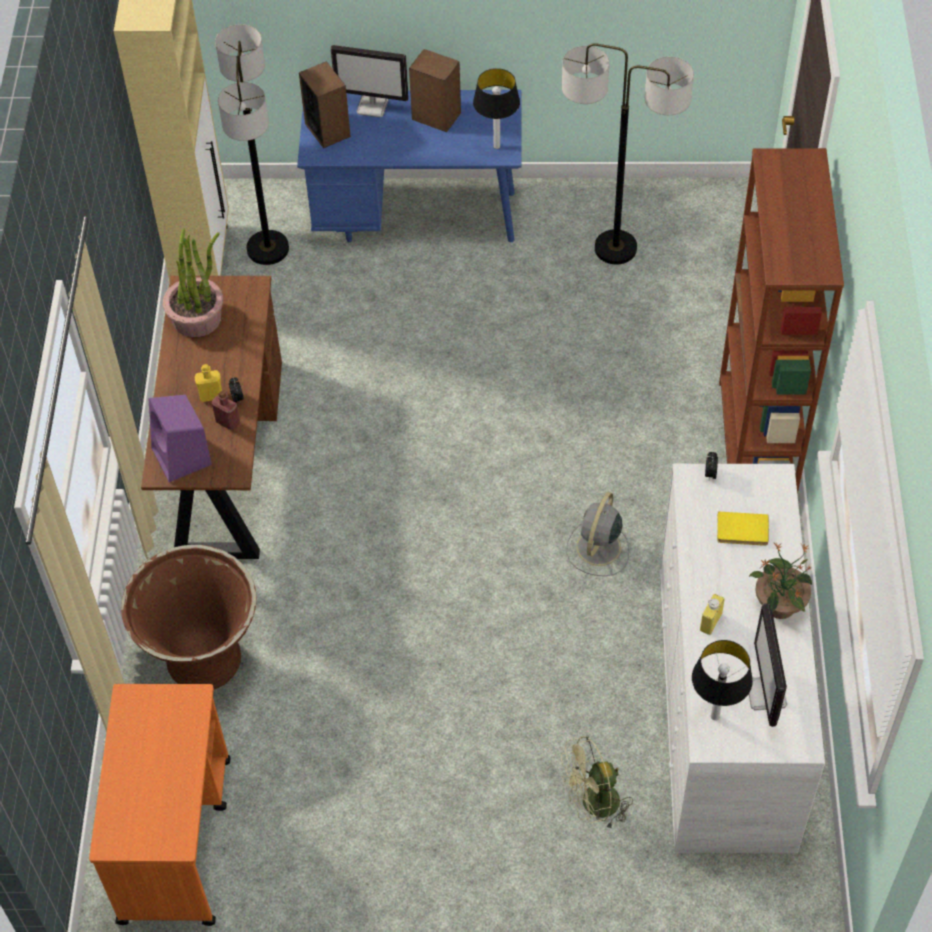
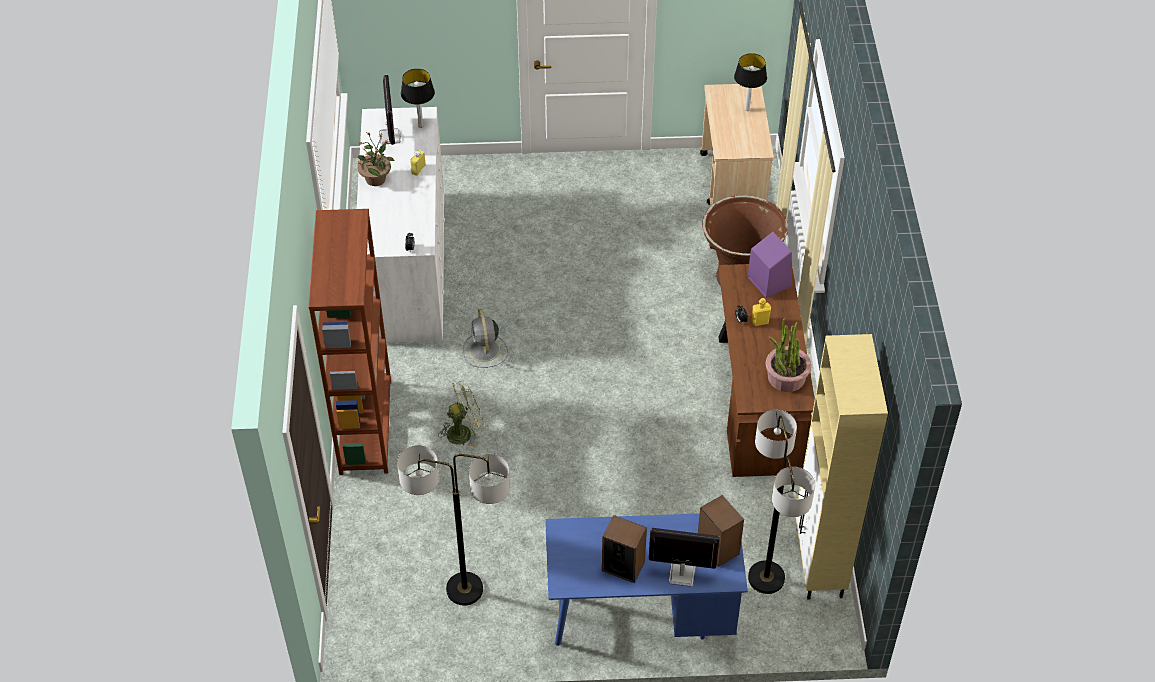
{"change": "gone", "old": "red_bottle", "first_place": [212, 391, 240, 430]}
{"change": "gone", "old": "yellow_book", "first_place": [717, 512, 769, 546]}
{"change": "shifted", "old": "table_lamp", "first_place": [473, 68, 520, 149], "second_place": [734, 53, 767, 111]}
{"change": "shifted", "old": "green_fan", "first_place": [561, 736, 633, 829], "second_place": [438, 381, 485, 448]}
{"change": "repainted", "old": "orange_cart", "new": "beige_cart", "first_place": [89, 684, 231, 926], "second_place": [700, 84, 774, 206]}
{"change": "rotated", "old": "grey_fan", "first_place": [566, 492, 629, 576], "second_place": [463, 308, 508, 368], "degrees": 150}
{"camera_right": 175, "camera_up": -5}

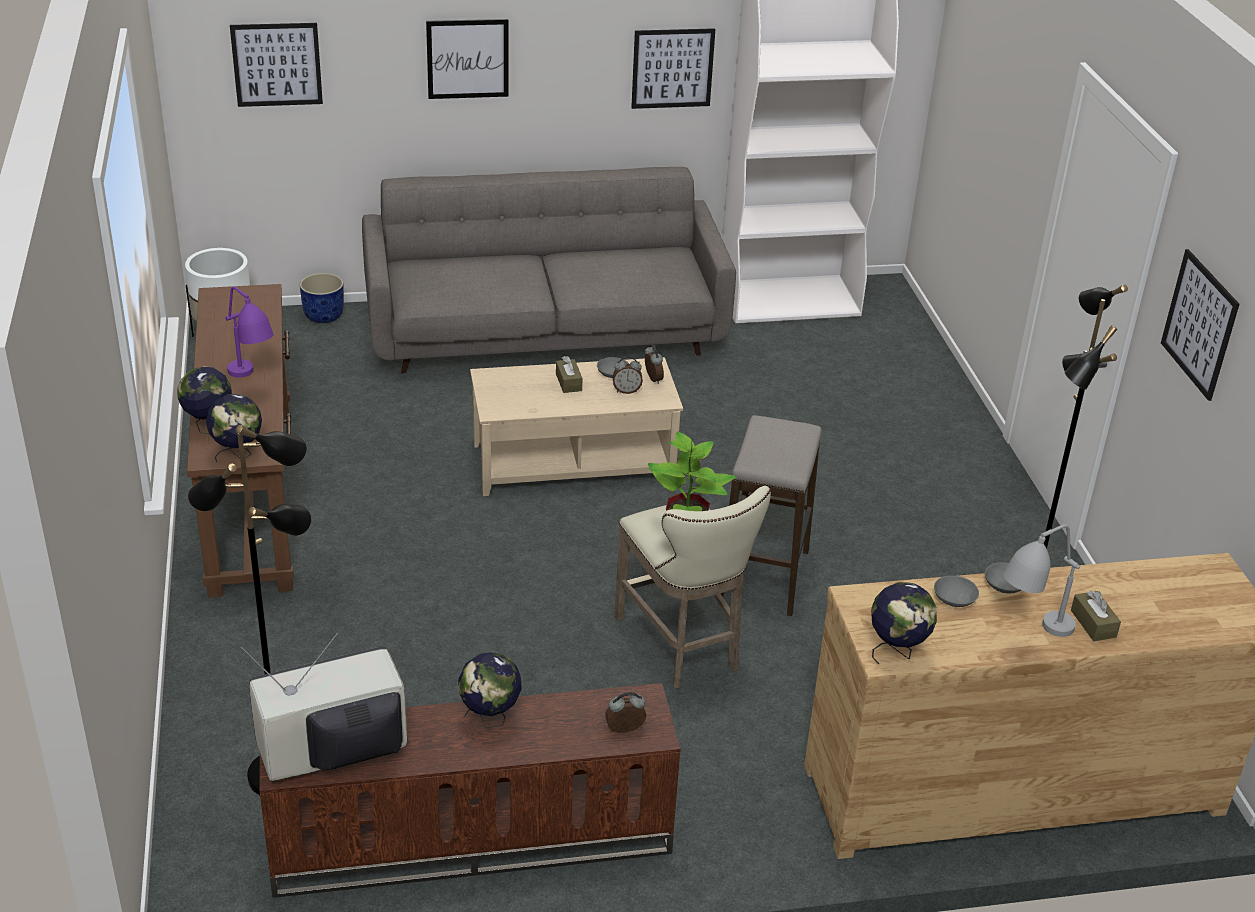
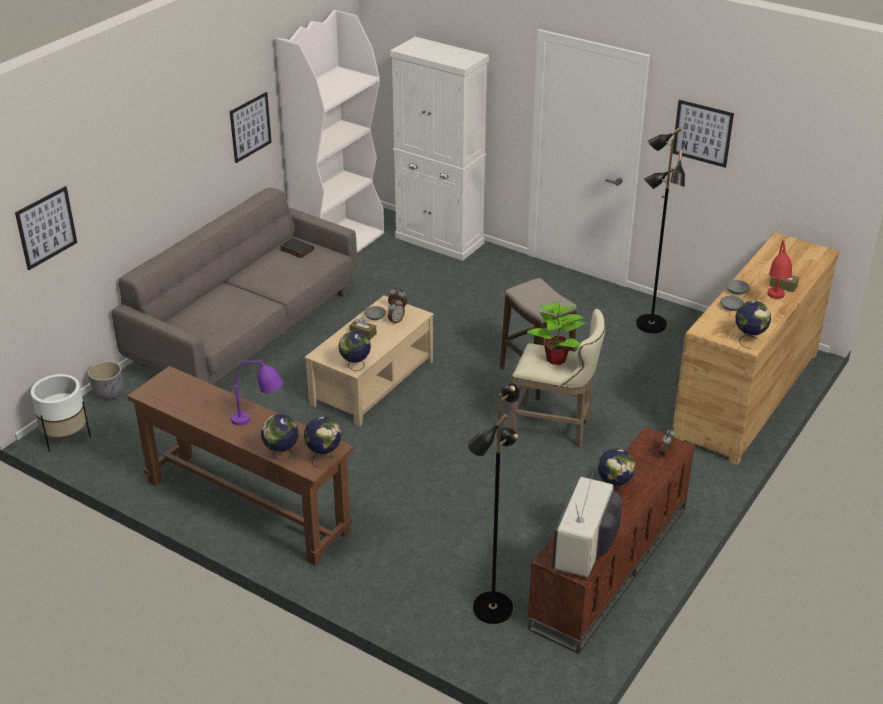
{"change": "gone", "old": "picture", "first_place": [426, 19, 508, 99]}
{"change": "new", "new": "black_book", "second_place": [280, 238, 314, 258]}
{"change": "new", "new": "globe", "second_place": [338, 330, 371, 371]}
{"change": "new", "new": "white_cabinet", "second_place": [390, 37, 489, 261]}
{"change": "repainted", "old": "blue_planter", "new": "grey_planter", "first_place": [300, 273, 344, 323], "second_place": [88, 361, 123, 400]}
{"change": "repainted", "old": "grey_table_lamp", "new": "red_table_lamp", "first_place": [1003, 524, 1080, 637], "second_place": [767, 240, 792, 299]}
{"camera_right": -45, "camera_up": 0}

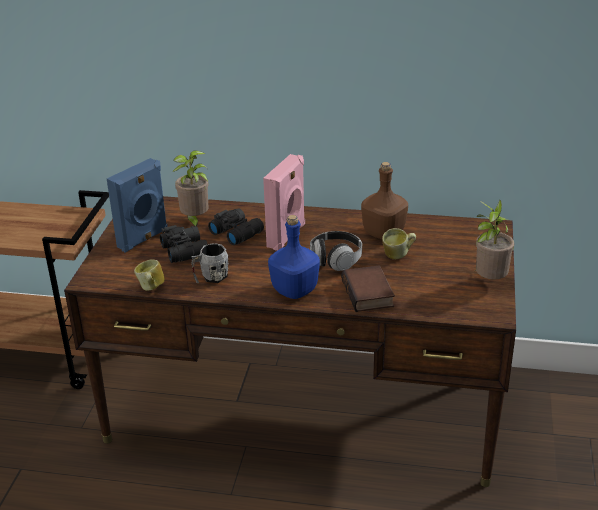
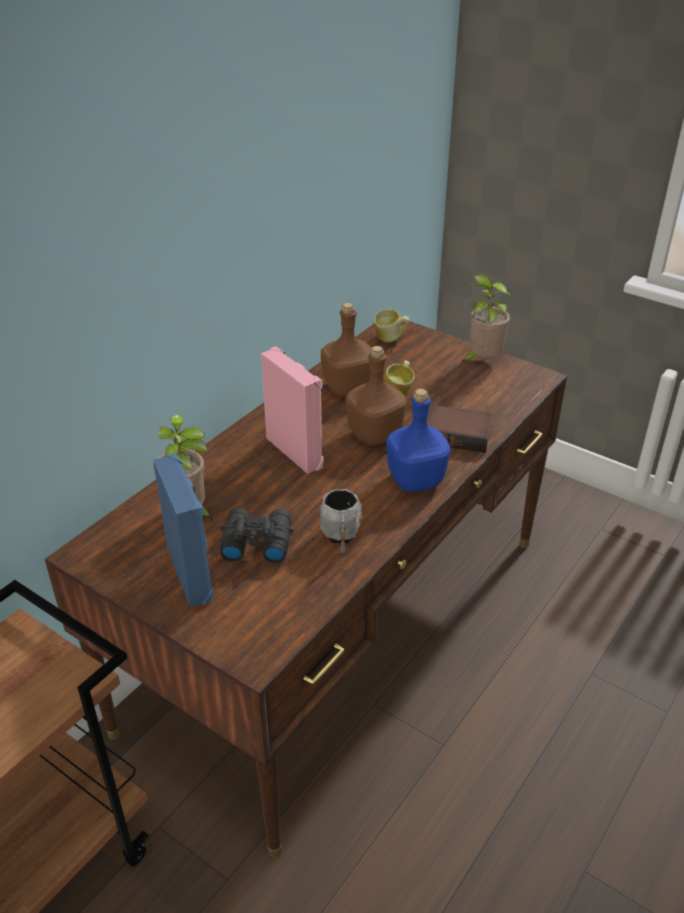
{"change": "gone", "old": "black_binoculars", "first_place": [208, 208, 264, 245]}
{"change": "shifted", "old": "mug", "first_place": [134, 259, 165, 291], "second_place": [373, 309, 410, 342]}
{"change": "swapped", "old": "headphones", "new": "brown_bottle", "first_place": [310, 231, 362, 271], "second_place": [346, 346, 407, 445]}
{"camera_right": -65, "camera_up": 5}

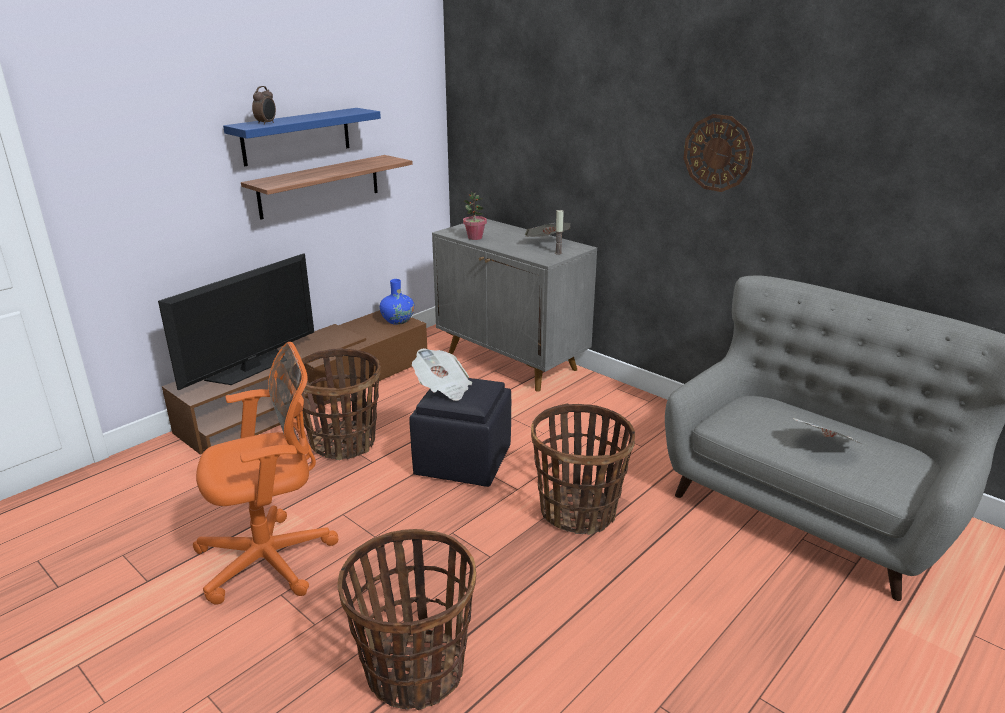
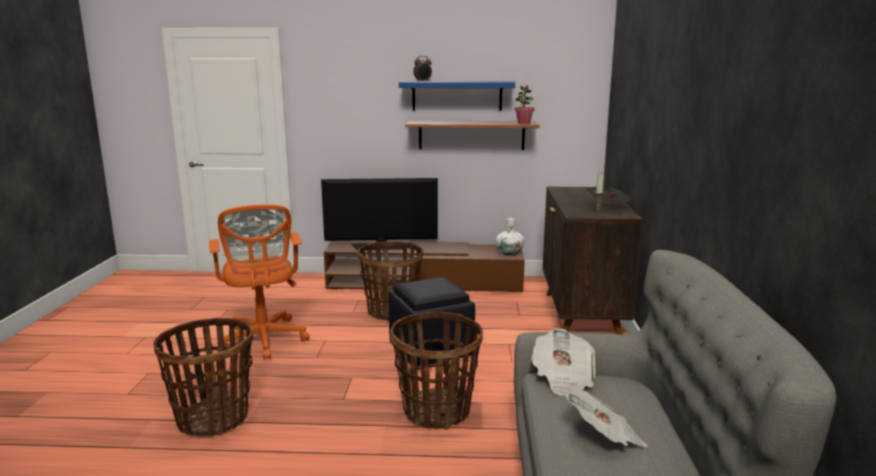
{"change": "gone", "old": "wall_clock", "first_place": [683, 114, 754, 192]}
{"change": "shifted", "old": "newspaper", "first_place": [412, 348, 472, 401], "second_place": [531, 328, 595, 396]}
{"change": "shifted", "old": "potted_plant", "first_place": [463, 192, 487, 240], "second_place": [515, 85, 534, 124]}
{"change": "repainted", "old": "blue_vase", "new": "white_vase", "first_place": [380, 279, 414, 325], "second_place": [496, 218, 525, 255]}
{"change": "repainted", "old": "grey_cabinet", "new": "brown_cabinet", "first_place": [432, 219, 597, 392], "second_place": [543, 187, 643, 335]}
{"change": "rotated", "old": "orange_office_chair", "first_place": [193, 342, 339, 605], "second_place": [209, 204, 310, 360], "degrees": 45}
{"camera_right": 50, "camera_up": -10}

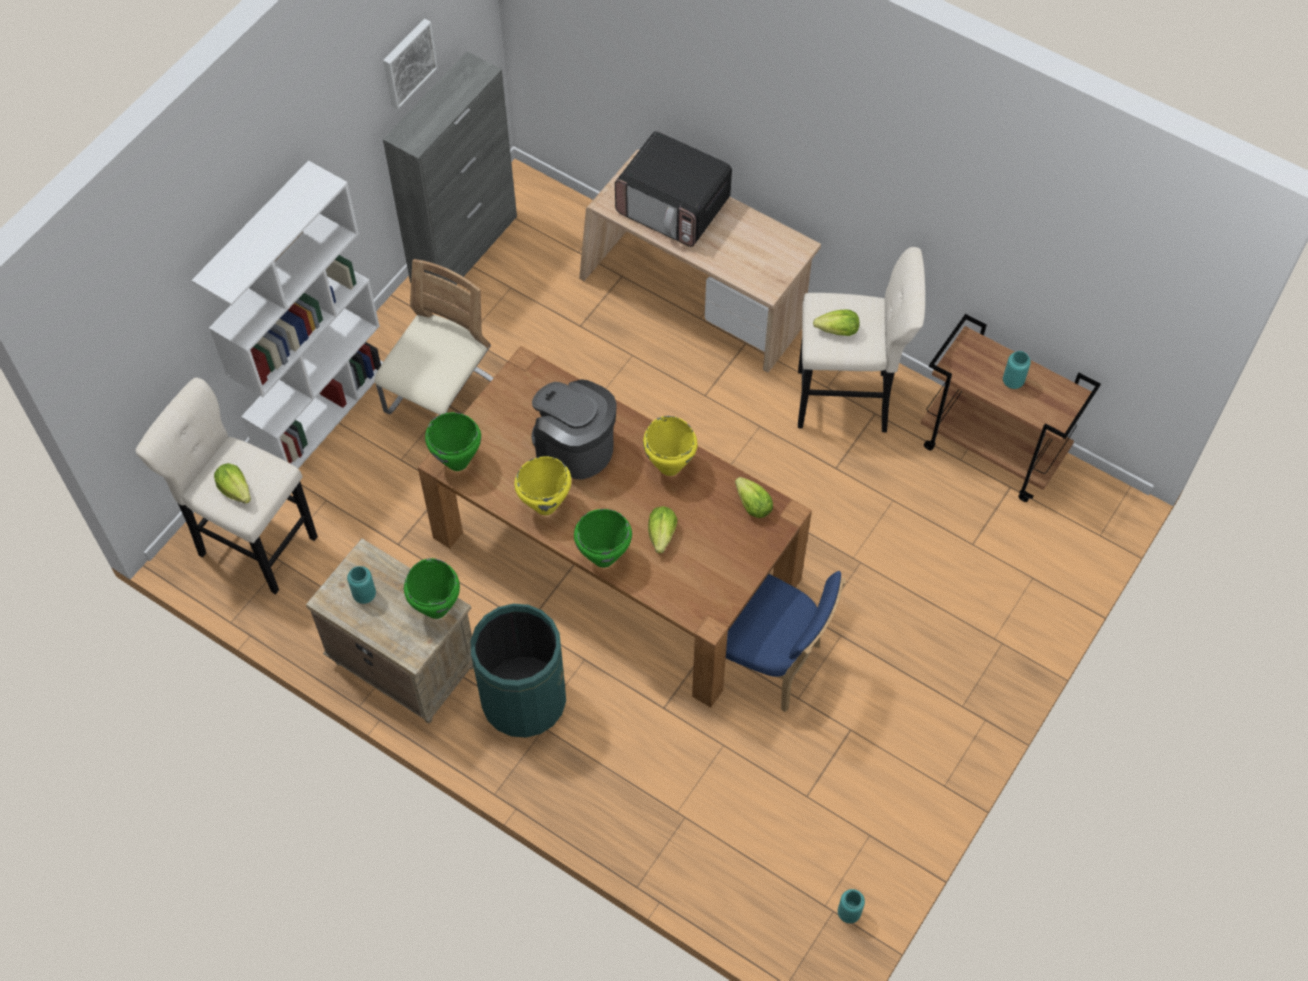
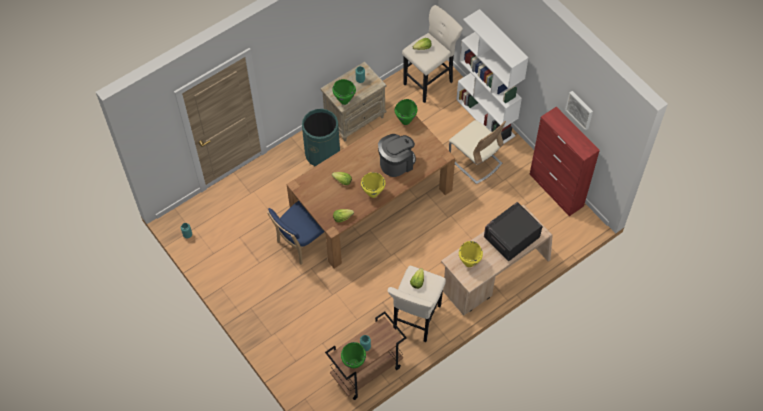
{"change": "shifted", "old": "yellow_cooking_pot", "first_place": [514, 456, 571, 515], "second_place": [459, 241, 483, 267]}
{"change": "shifted", "old": "green_cooking_pot", "first_place": [574, 509, 632, 568], "second_place": [341, 342, 366, 368]}
{"change": "repainted", "old": "grey_cabinet", "new": "red_cabinet", "first_place": [383, 52, 517, 299], "second_place": [529, 107, 600, 216]}
{"camera_right": 110, "camera_up": 0}

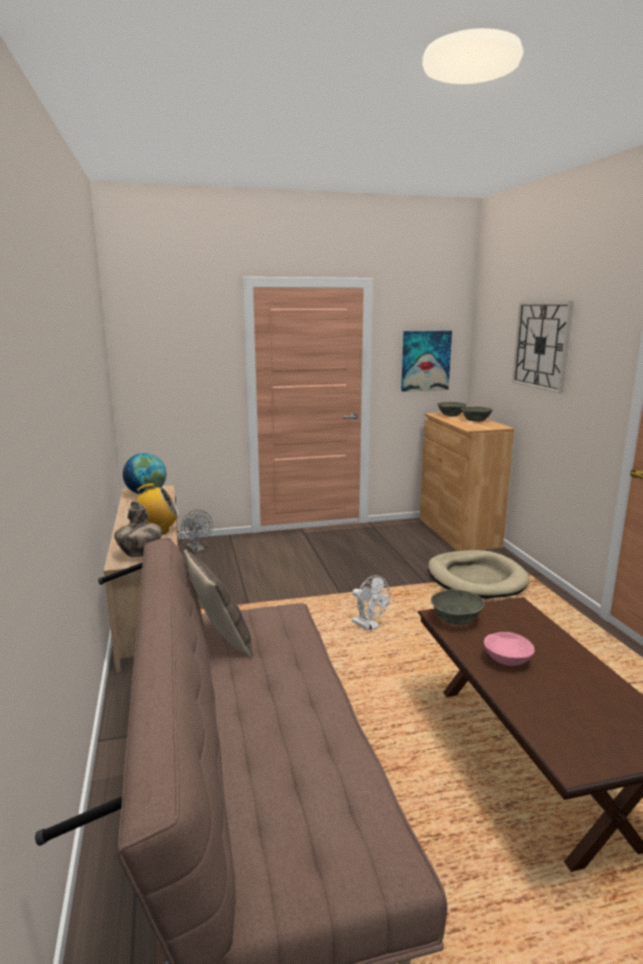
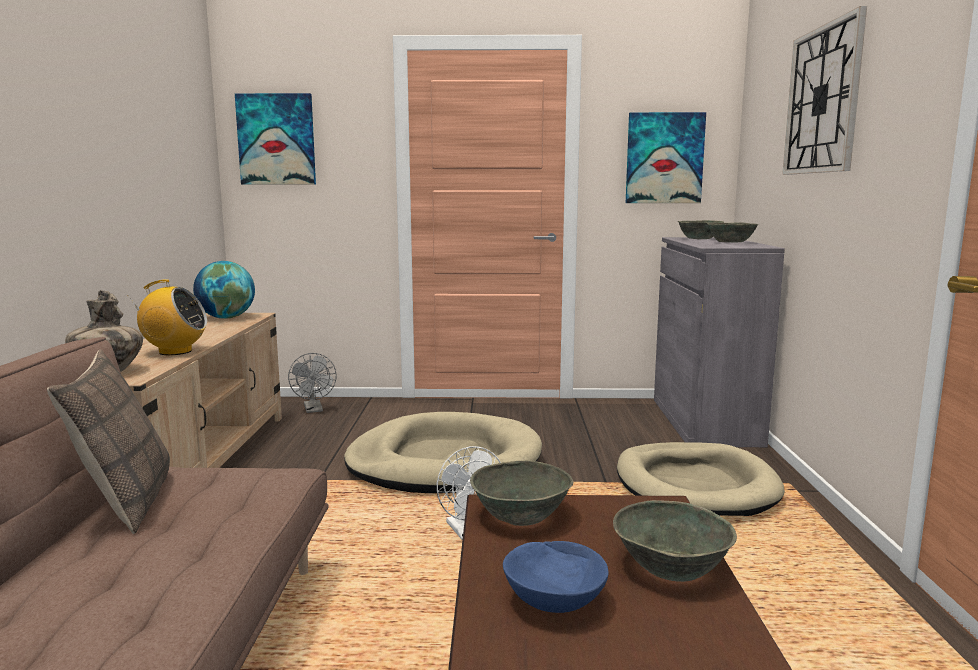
{"change": "new", "new": "picture", "second_place": [235, 93, 316, 184]}
{"change": "new", "new": "beige_dog_bed", "second_place": [344, 412, 542, 493]}
{"change": "new", "new": "grey_bowl", "second_place": [613, 500, 737, 582]}
{"change": "repainted", "old": "brown_cabinet", "new": "grey_cabinet", "first_place": [420, 412, 514, 551], "second_place": [654, 237, 785, 447]}
{"change": "repainted", "old": "pink_bowl", "new": "blue_bowl", "first_place": [484, 632, 535, 666], "second_place": [503, 541, 608, 613]}
{"camera_right": 15, "camera_up": -5}

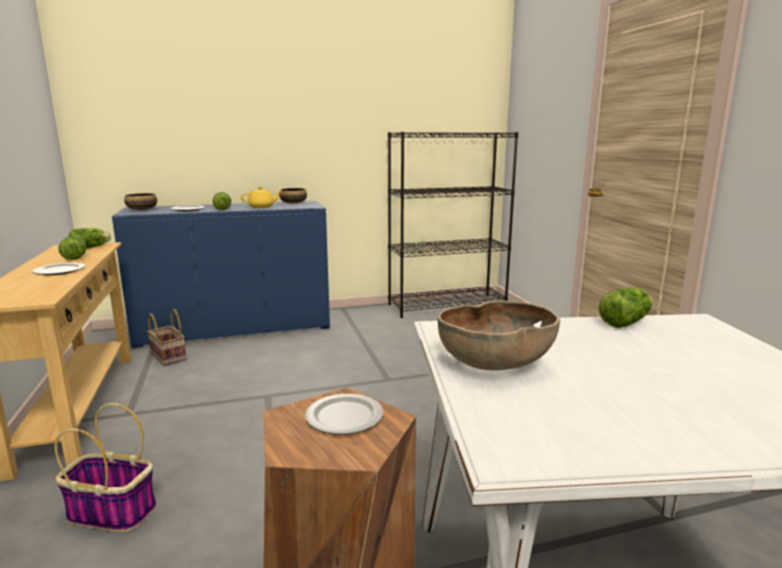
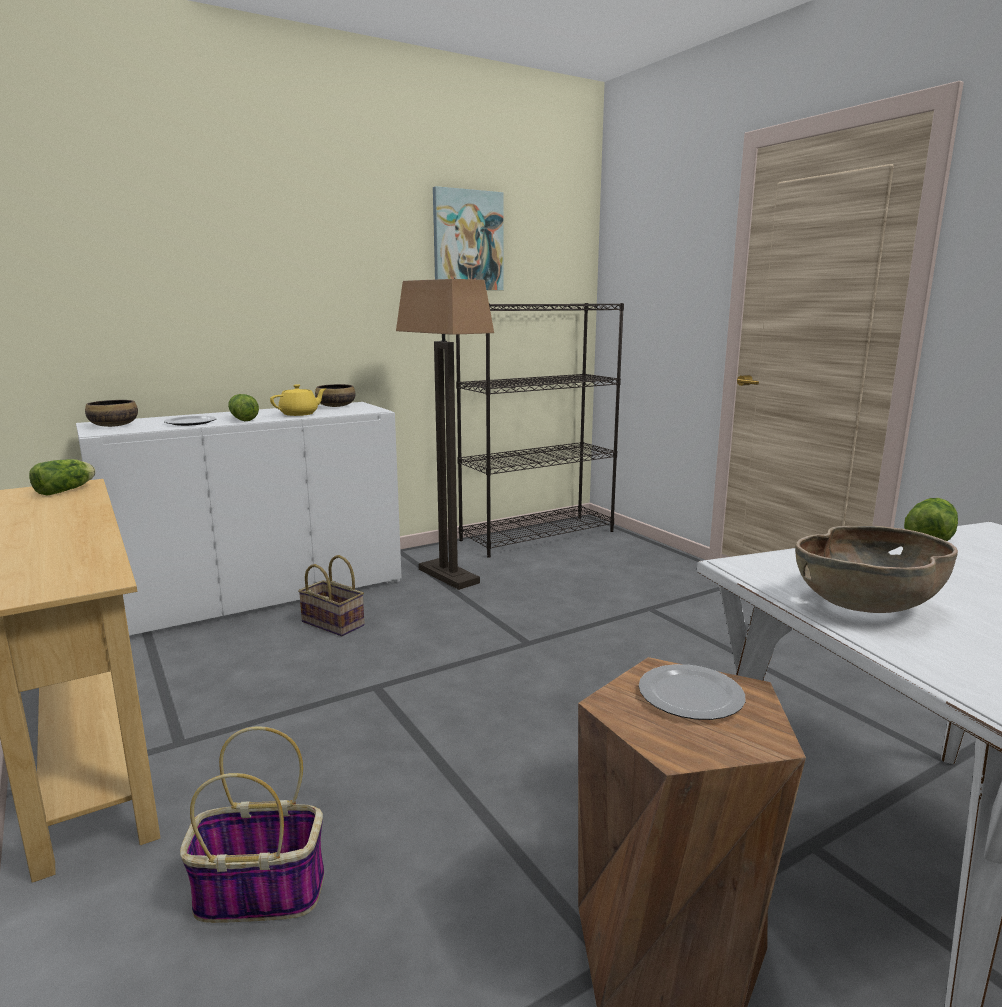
{"change": "gone", "old": "plate", "first_place": [32, 263, 85, 275]}
{"change": "gone", "old": "lettuce", "first_place": [58, 236, 86, 260]}
{"change": "new", "new": "floor_lamp", "second_place": [396, 279, 494, 590]}
{"change": "new", "new": "picture", "second_place": [433, 186, 504, 290]}
{"change": "shifted", "old": "basket", "first_place": [147, 309, 186, 366], "second_place": [298, 555, 365, 636]}
{"change": "repainted", "old": "blue_cabinet", "new": "white_cabinet", "first_place": [112, 201, 330, 348], "second_place": [76, 402, 402, 638]}
{"camera_right": -15, "camera_up": 0}

